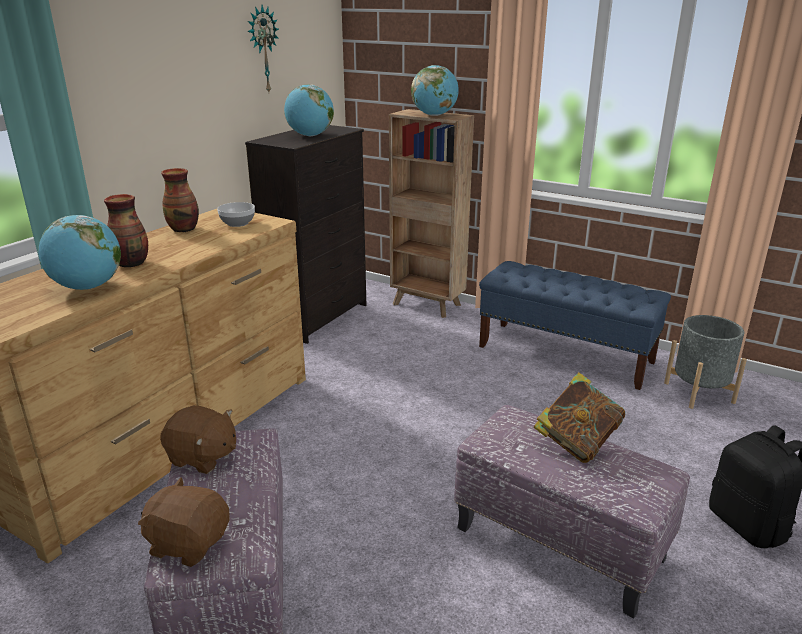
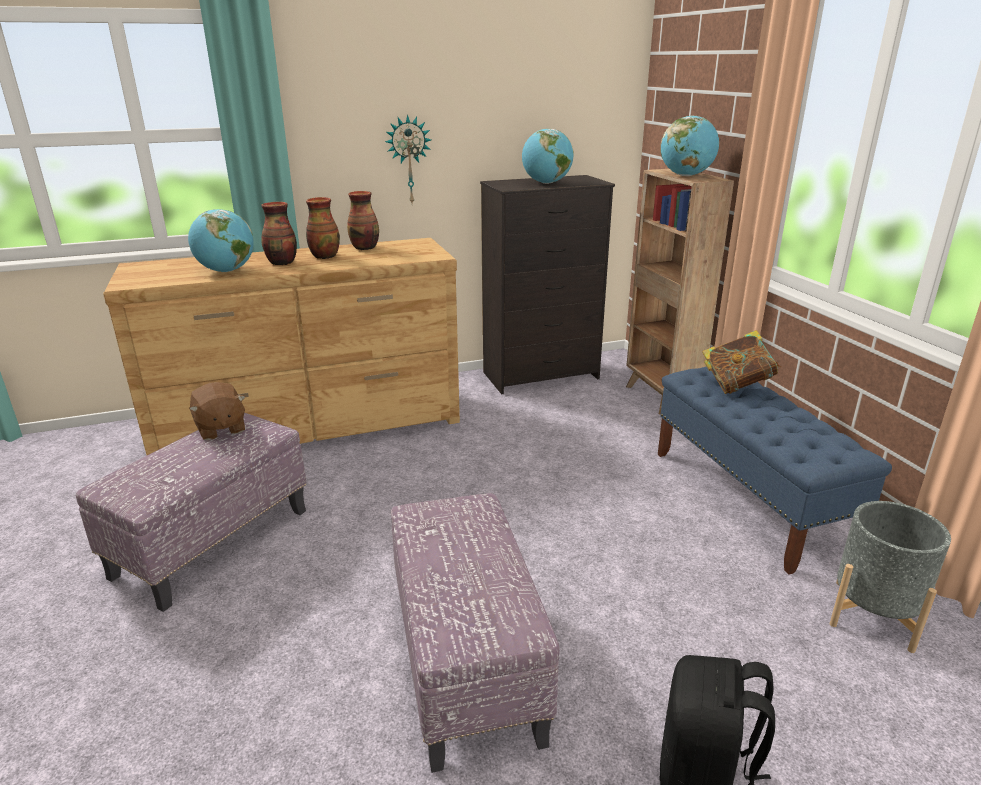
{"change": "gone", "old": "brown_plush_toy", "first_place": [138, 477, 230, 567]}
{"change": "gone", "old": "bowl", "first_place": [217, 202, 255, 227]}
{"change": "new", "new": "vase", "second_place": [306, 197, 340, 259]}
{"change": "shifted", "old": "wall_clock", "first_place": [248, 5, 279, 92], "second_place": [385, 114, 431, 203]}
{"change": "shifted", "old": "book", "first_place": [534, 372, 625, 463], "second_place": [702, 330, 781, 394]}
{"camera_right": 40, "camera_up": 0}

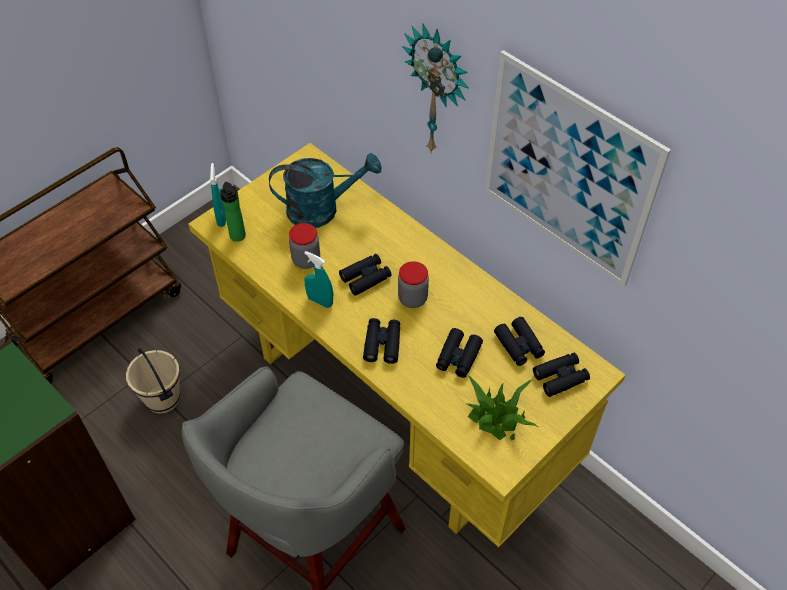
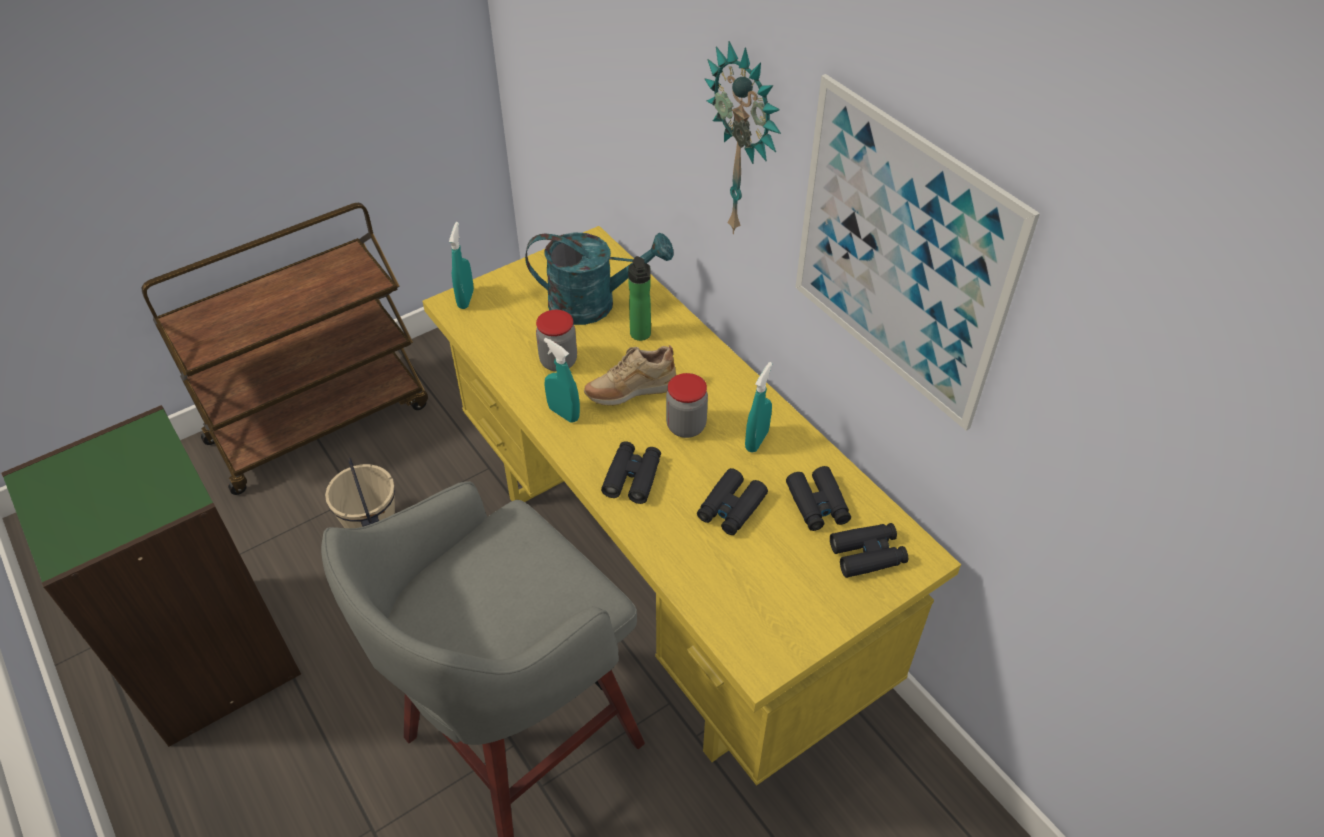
{"change": "gone", "old": "potted_plant", "first_place": [467, 375, 538, 441]}
{"change": "new", "new": "turquoise_spray_bottle", "second_place": [745, 362, 772, 452]}
{"change": "shifted", "old": "bottle", "first_place": [220, 182, 246, 242], "second_place": [628, 256, 651, 341]}
{"change": "swapped", "old": "black_binoculars", "new": "beige_shoe", "first_place": [339, 254, 392, 296], "second_place": [584, 345, 676, 406]}
{"camera_right": 10, "camera_up": -5}

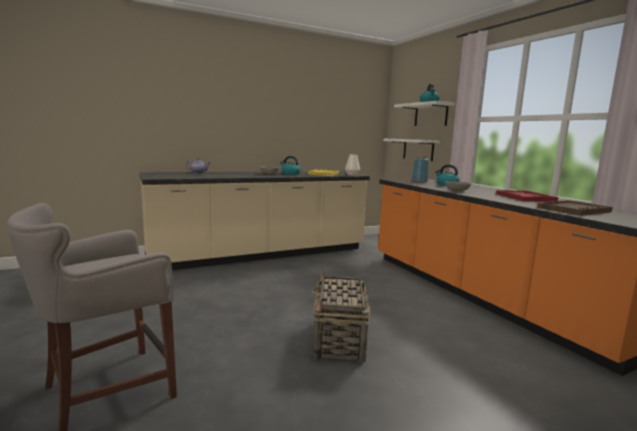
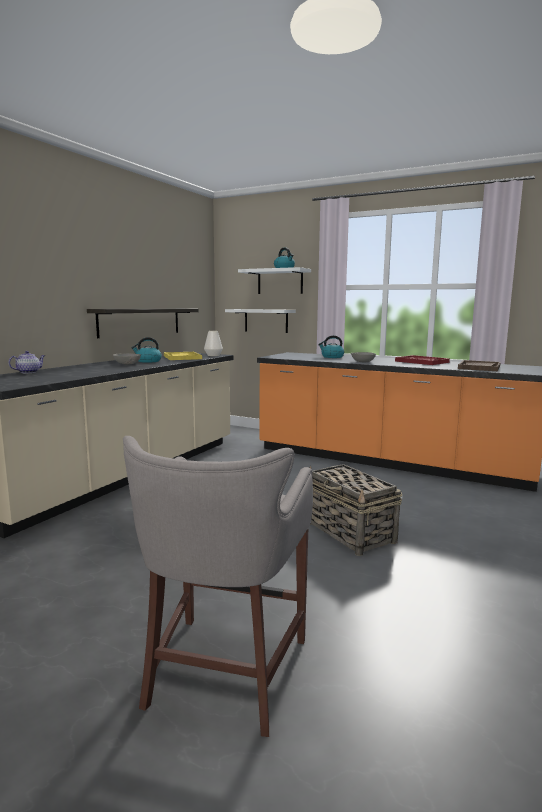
{"change": "gone", "old": "blue_vase", "first_place": [412, 155, 429, 183]}
{"change": "new", "new": "shelf", "second_place": [87, 309, 199, 338]}
{"camera_right": -35, "camera_up": 0}

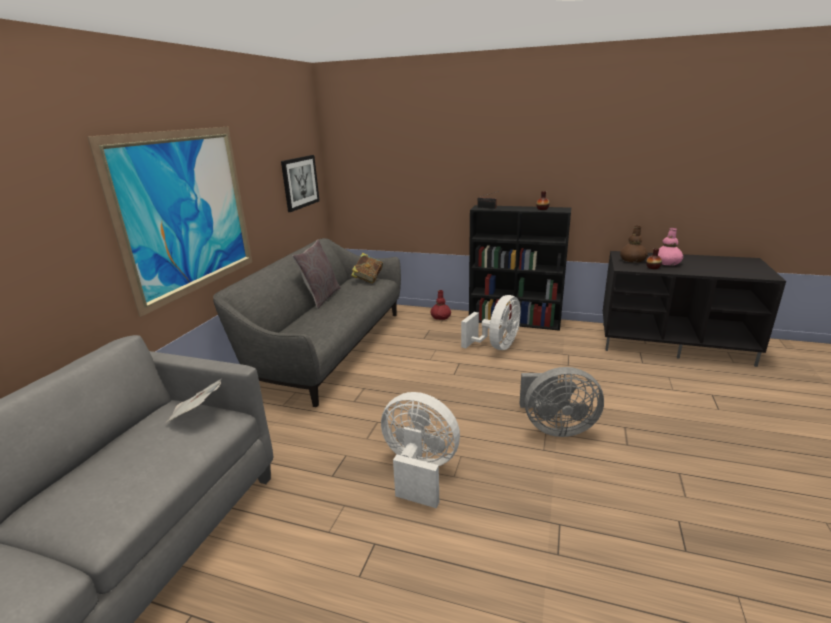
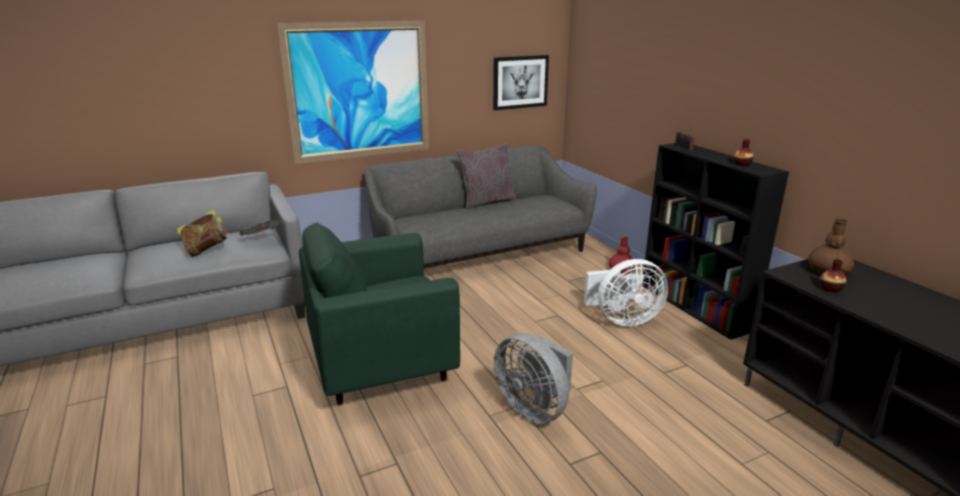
{"change": "gone", "old": "pink_vase", "first_place": [658, 228, 683, 265]}
{"change": "shifted", "old": "book", "first_place": [351, 253, 383, 283], "second_place": [177, 210, 230, 257]}
{"change": "swapped", "old": "white_fan", "new": "green_armchair", "first_place": [381, 392, 460, 508], "second_place": [299, 223, 460, 405]}
{"camera_right": 45, "camera_up": 0}

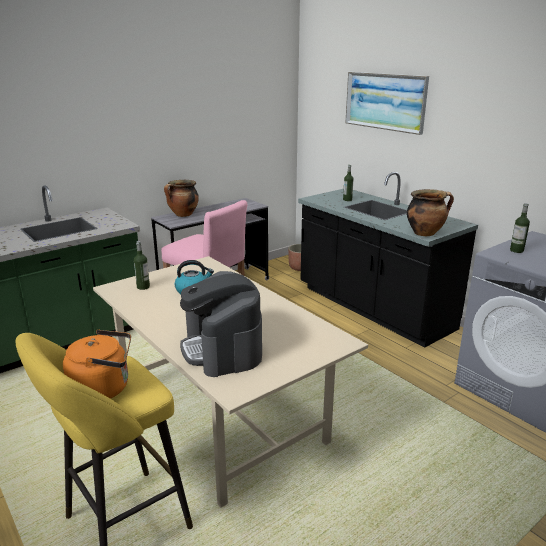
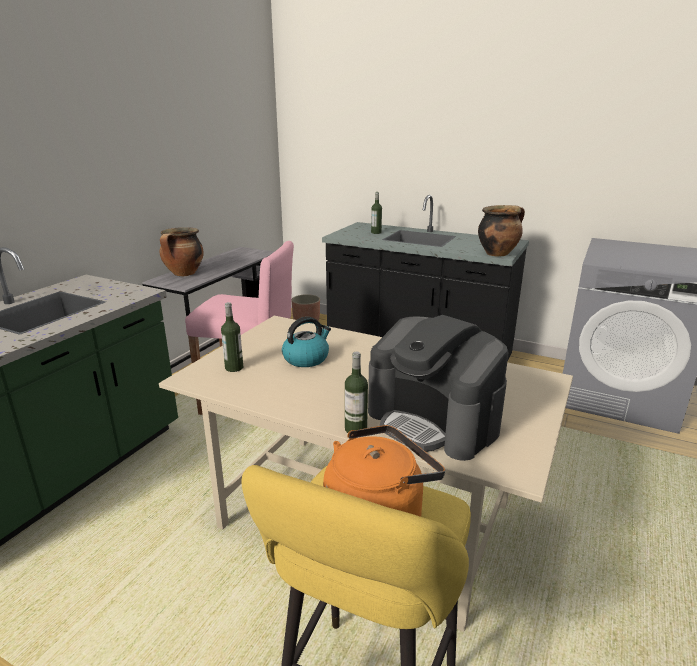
{"change": "gone", "old": "picture", "first_place": [345, 72, 429, 135]}
{"change": "shifted", "old": "bottle", "first_place": [510, 203, 530, 253], "second_place": [345, 352, 368, 433]}
{"camera_right": -25, "camera_up": 0}

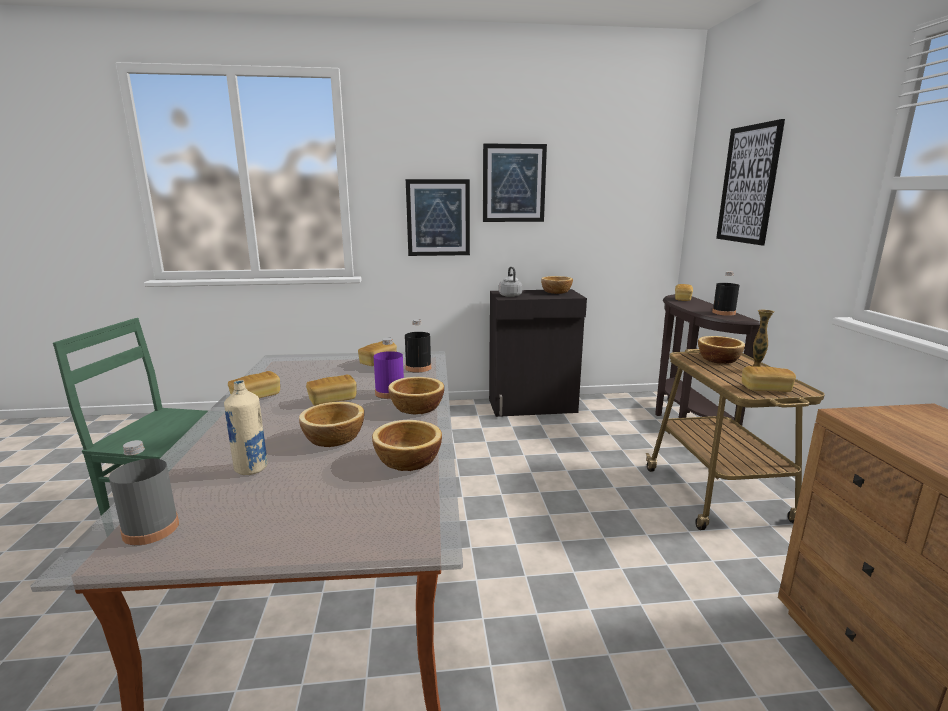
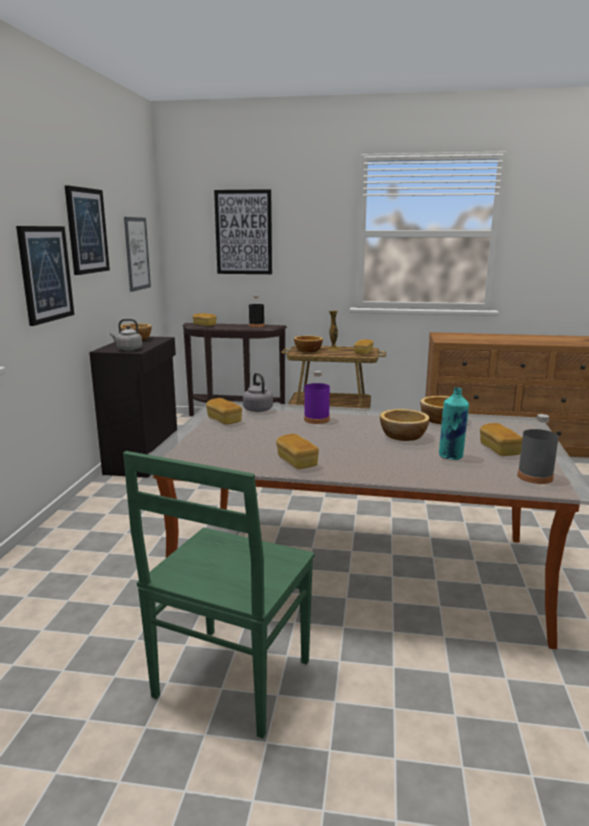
{"change": "gone", "old": "bowl", "first_place": [388, 377, 444, 414]}
{"change": "new", "new": "picture", "second_place": [124, 217, 151, 292]}
{"change": "shifted", "old": "bread", "first_place": [306, 375, 357, 406], "second_place": [480, 423, 522, 456]}
{"change": "swapped", "old": "black_bottle", "new": "grey_kettle", "first_place": [405, 319, 431, 373], "second_place": [243, 373, 273, 412]}
{"change": "repainted", "old": "beige_bottle", "new": "turquoise_bottle", "first_place": [224, 380, 268, 475], "second_place": [439, 387, 469, 460]}
{"camera_right": -75, "camera_up": 0}

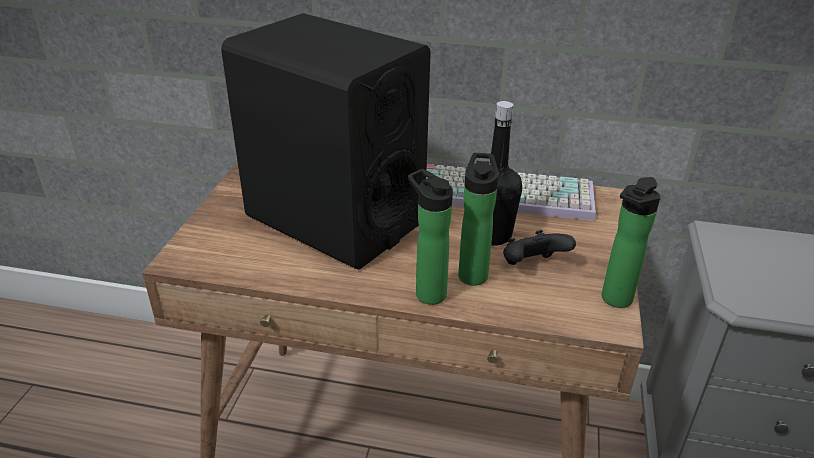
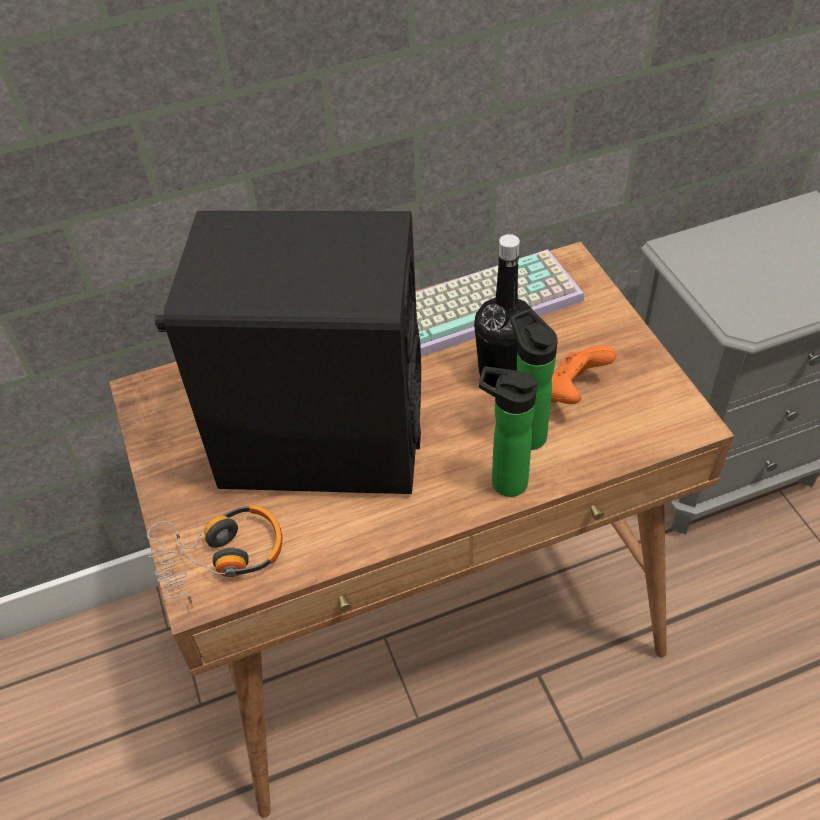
{"change": "gone", "old": "bottle", "first_place": [602, 177, 661, 308]}
{"change": "new", "new": "headphones", "second_place": [147, 505, 282, 608]}
{"change": "repainted", "old": "black_game_controller", "new": "orange_game_controller", "first_place": [503, 230, 576, 265], "second_place": [551, 346, 616, 404]}
{"camera_right": -30, "camera_up": 15}

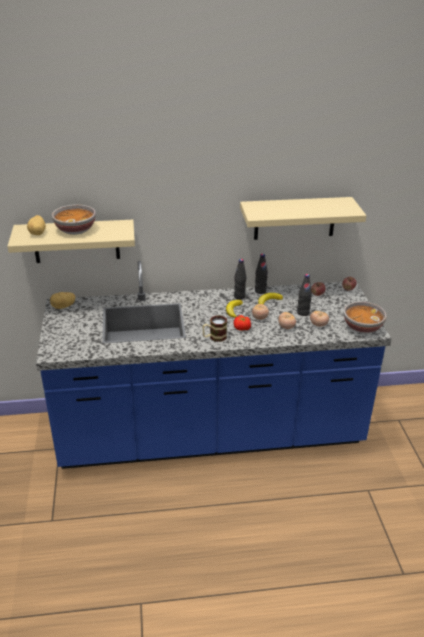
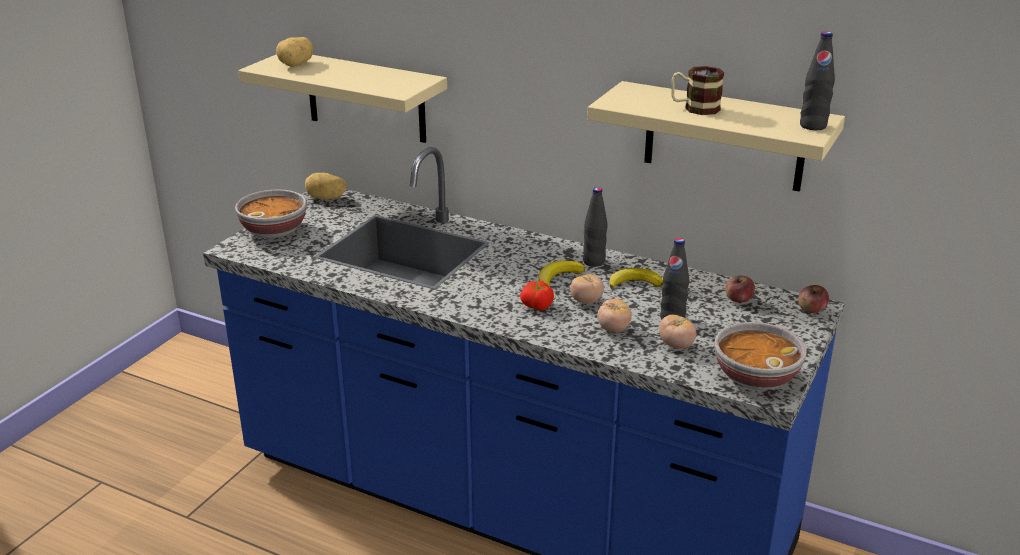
{"change": "shifted", "old": "bowl", "first_place": [52, 204, 96, 235], "second_place": [235, 189, 307, 238]}
{"change": "shifted", "old": "mug", "first_place": [202, 316, 227, 342], "second_place": [671, 66, 724, 115]}
{"change": "shifted", "old": "black_bottle", "first_place": [255, 253, 268, 294], "second_place": [800, 31, 835, 130]}
{"camera_right": 35, "camera_up": -5}

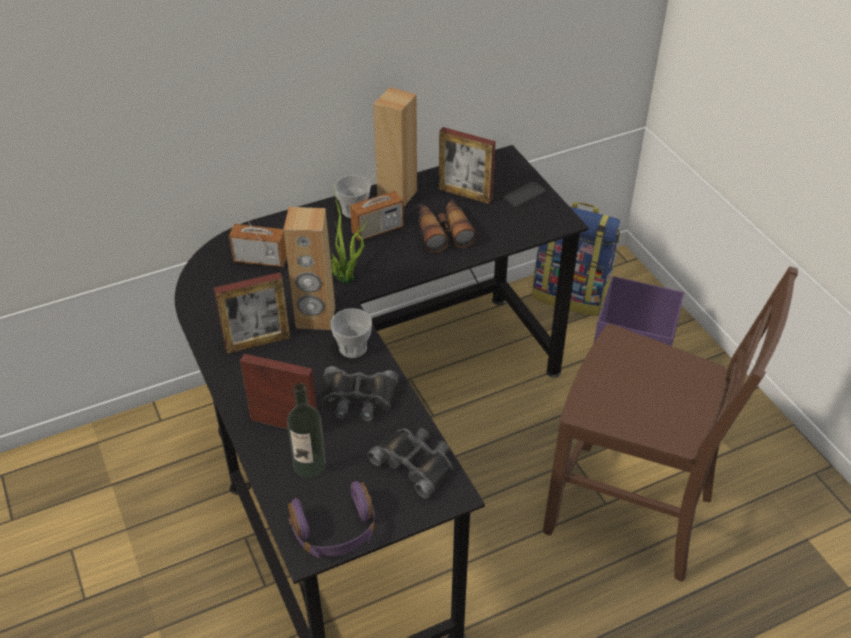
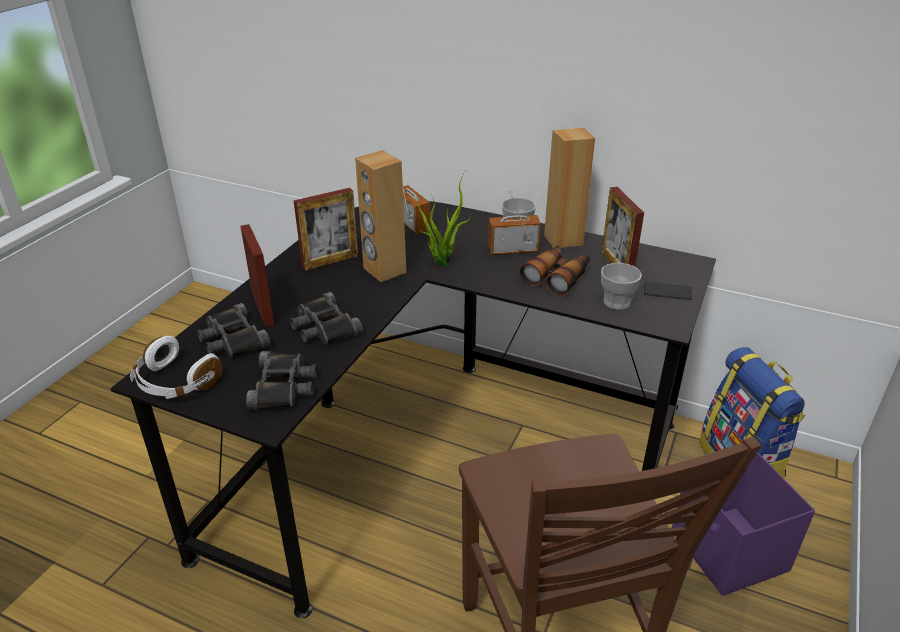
{"change": "shifted", "old": "cup", "first_place": [331, 308, 372, 358], "second_place": [601, 263, 642, 310]}
{"change": "swapped", "old": "bottle", "new": "black_binoculars", "first_place": [287, 383, 326, 479], "second_place": [197, 303, 270, 358]}
{"change": "repainted", "old": "purple_headphones", "new": "white_headphones", "first_place": [288, 481, 375, 558], "second_place": [130, 336, 222, 399]}
{"change": "rotated", "old": "picture_frame", "first_place": [214, 272, 290, 354], "second_place": [294, 188, 358, 271], "degrees": -60}
{"change": "rotated", "old": "radio", "first_place": [350, 162, 404, 241], "second_place": [488, 191, 541, 255], "degrees": 150}
{"camera_right": 50, "camera_up": -10}

